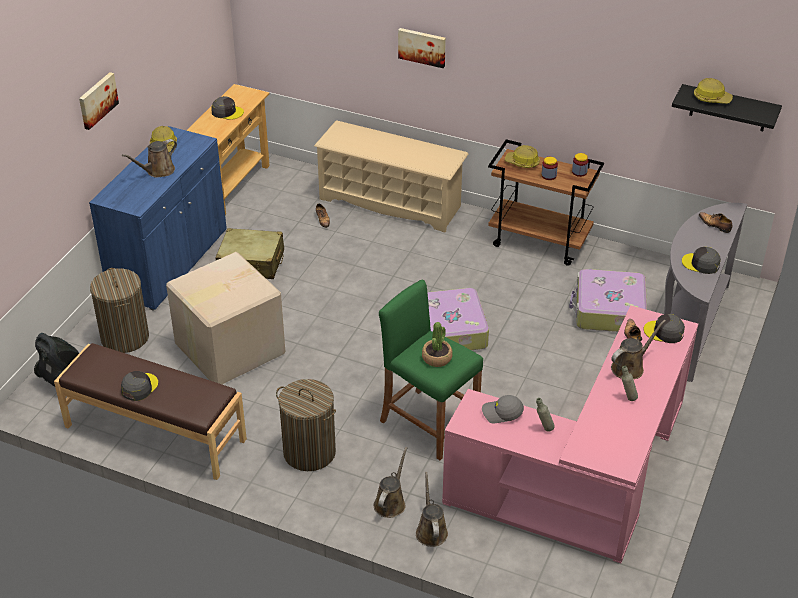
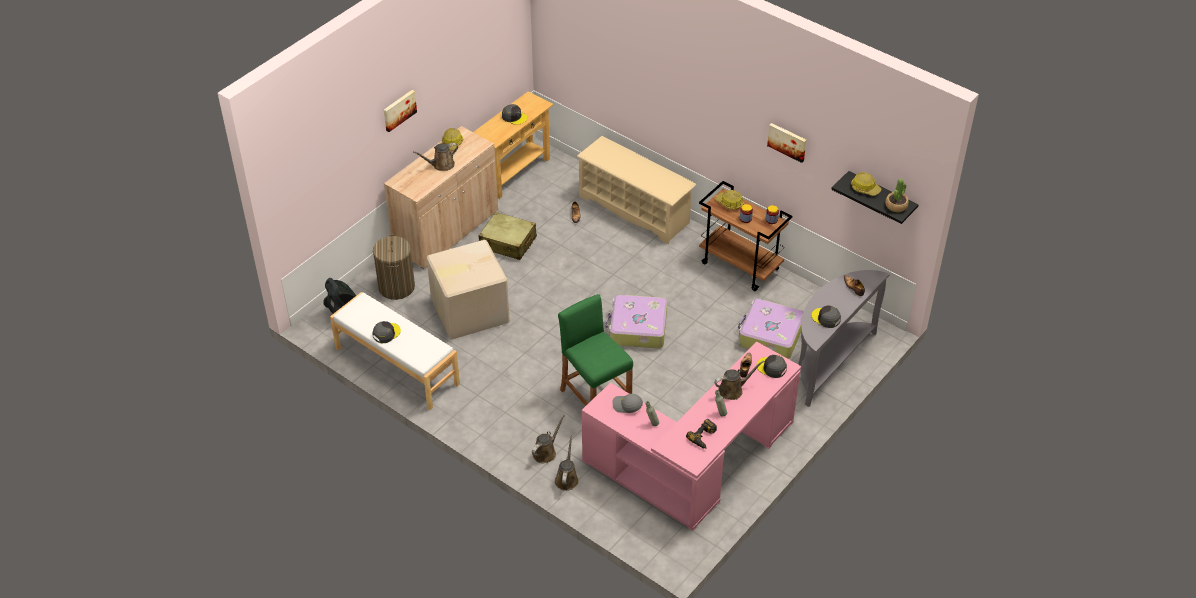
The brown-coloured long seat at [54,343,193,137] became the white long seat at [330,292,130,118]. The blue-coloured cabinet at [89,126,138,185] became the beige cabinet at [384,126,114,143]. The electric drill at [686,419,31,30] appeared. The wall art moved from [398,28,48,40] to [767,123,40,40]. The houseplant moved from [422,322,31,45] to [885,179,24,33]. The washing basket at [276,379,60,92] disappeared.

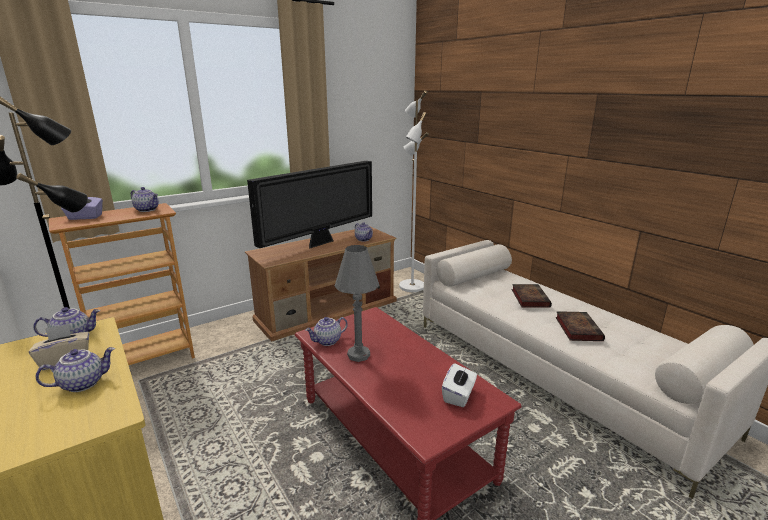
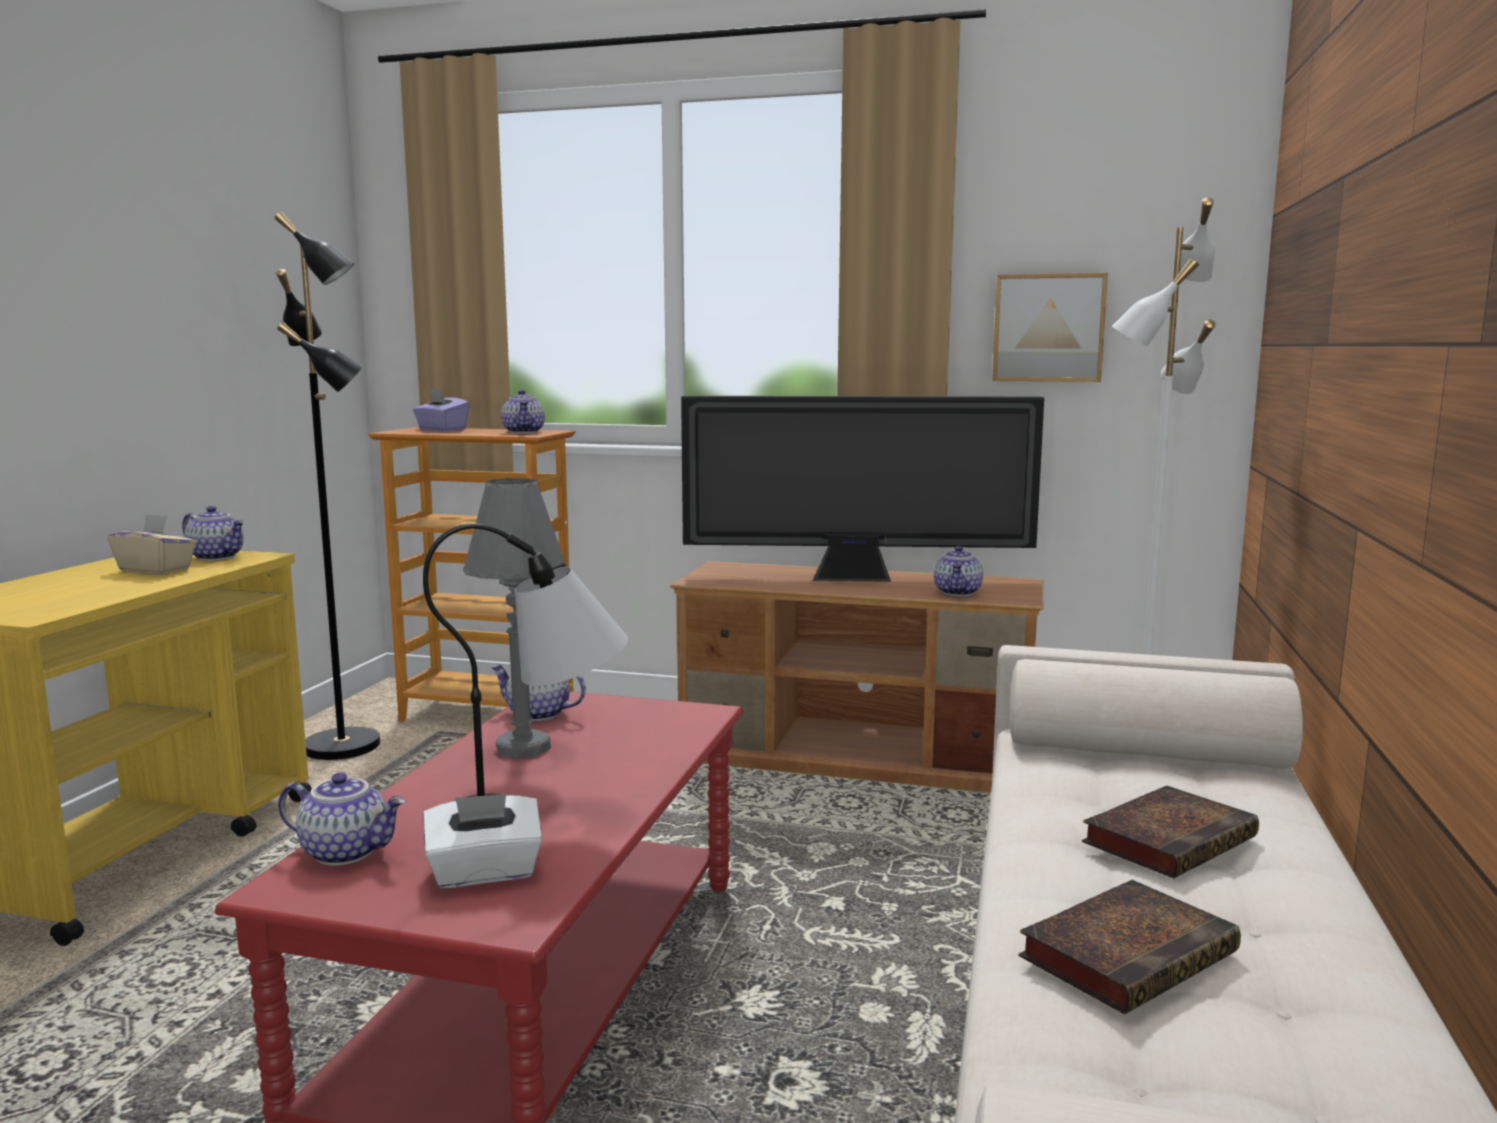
The tea pot moved from [36,347,79,45] to [278,772,128,94]. The table lamp at [423,523,205,278] appeared. The wall art at [992,273,116,109] appeared.

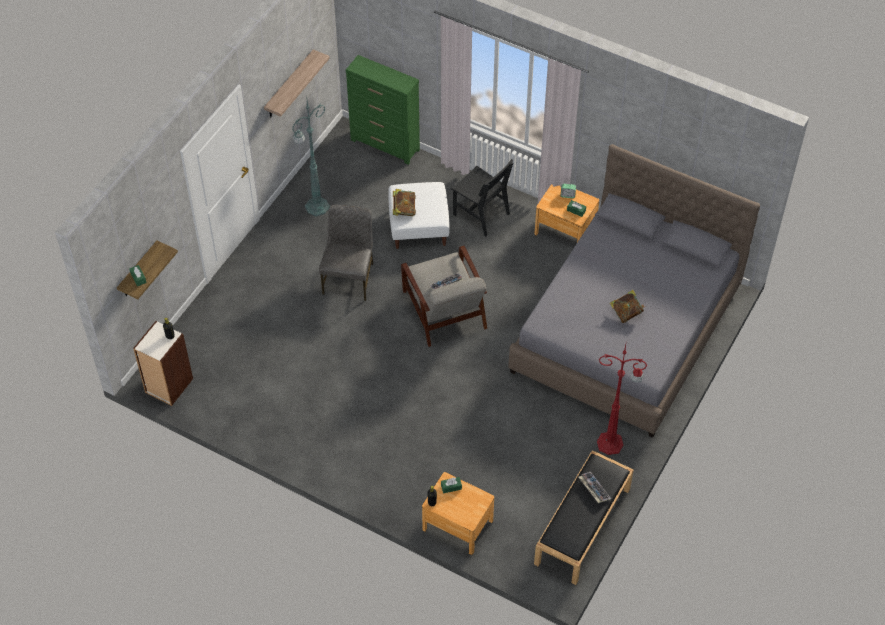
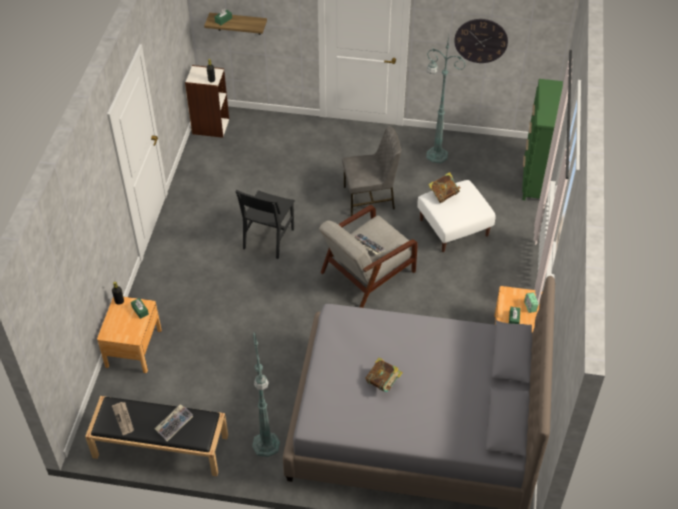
The newspaper at [112,402,22,33] appeared. The black-coloured upright chair moved from [451,159,62,77] to [235,190,60,69]. The reddish floor lamp at [597,345,50,110] became the green-coloured floor lamp at [252,332,28,125]. The bracket shelf at [264,49,66,68] was replaced by the clock on the wall at [454,19,54,44].

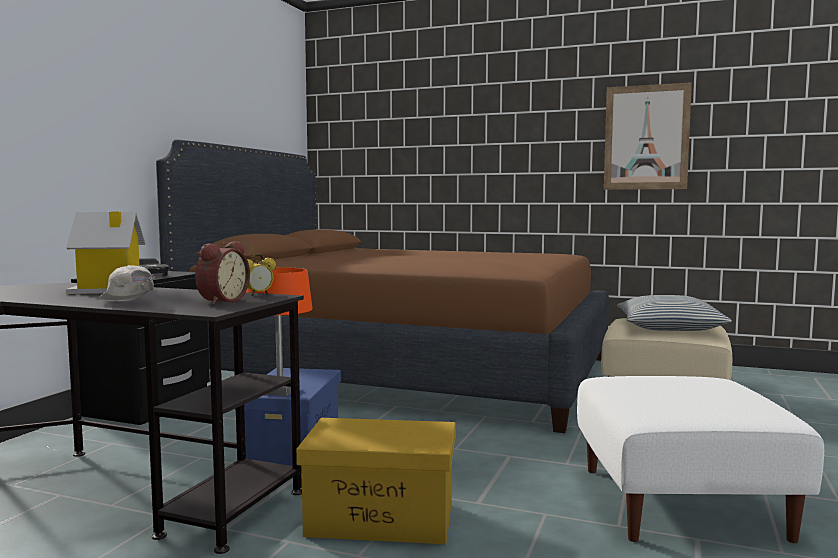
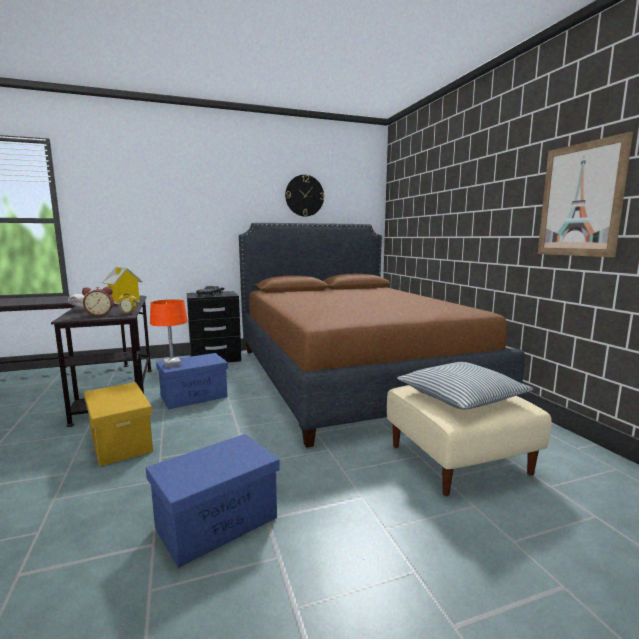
The white footrest at [577,376,247,167] was replaced by the blue-coloured storage container at [146,434,134,134]. The clock on the wall at [285,175,39,42] appeared.

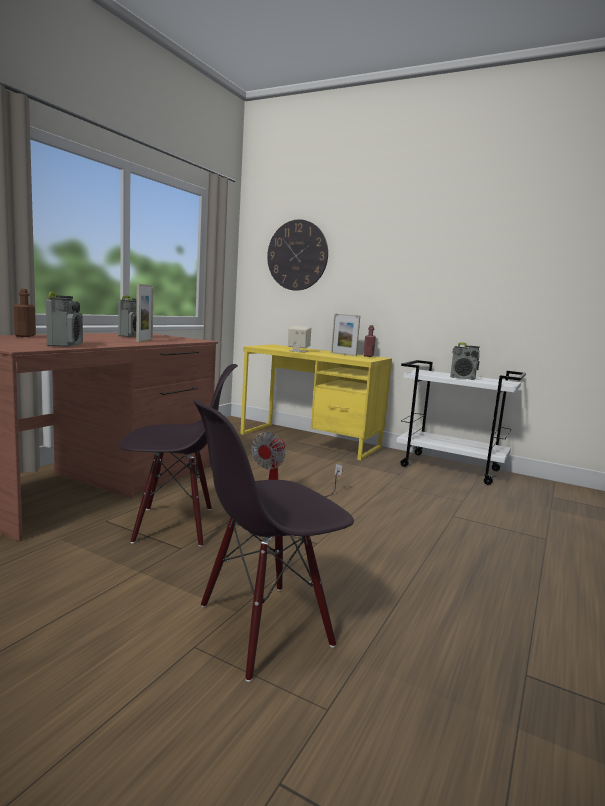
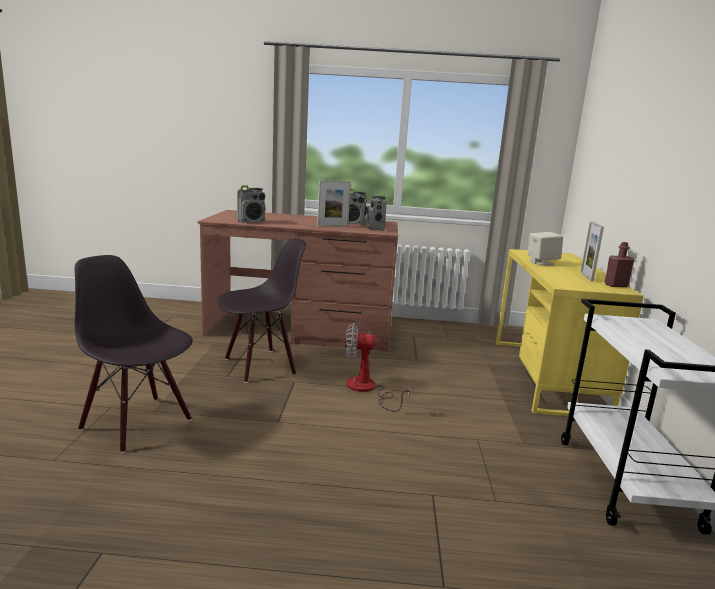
The black-coloured upright chair at [119,364,119,183] turned 90 degrees counterclockwise. The radio moved from [450,342,30,38] to [366,193,21,38]. The brown-coloured drink bottle at [14,289,22,48] disappeared. The clock on the wall at [267,219,61,72] disappeared.

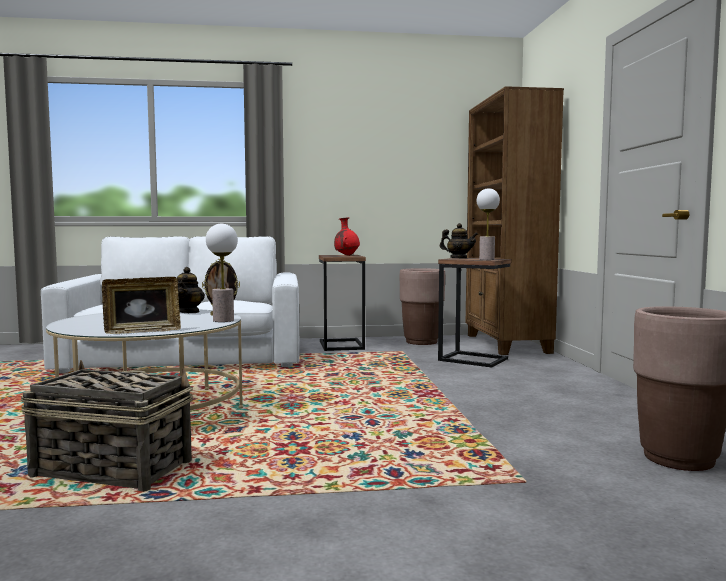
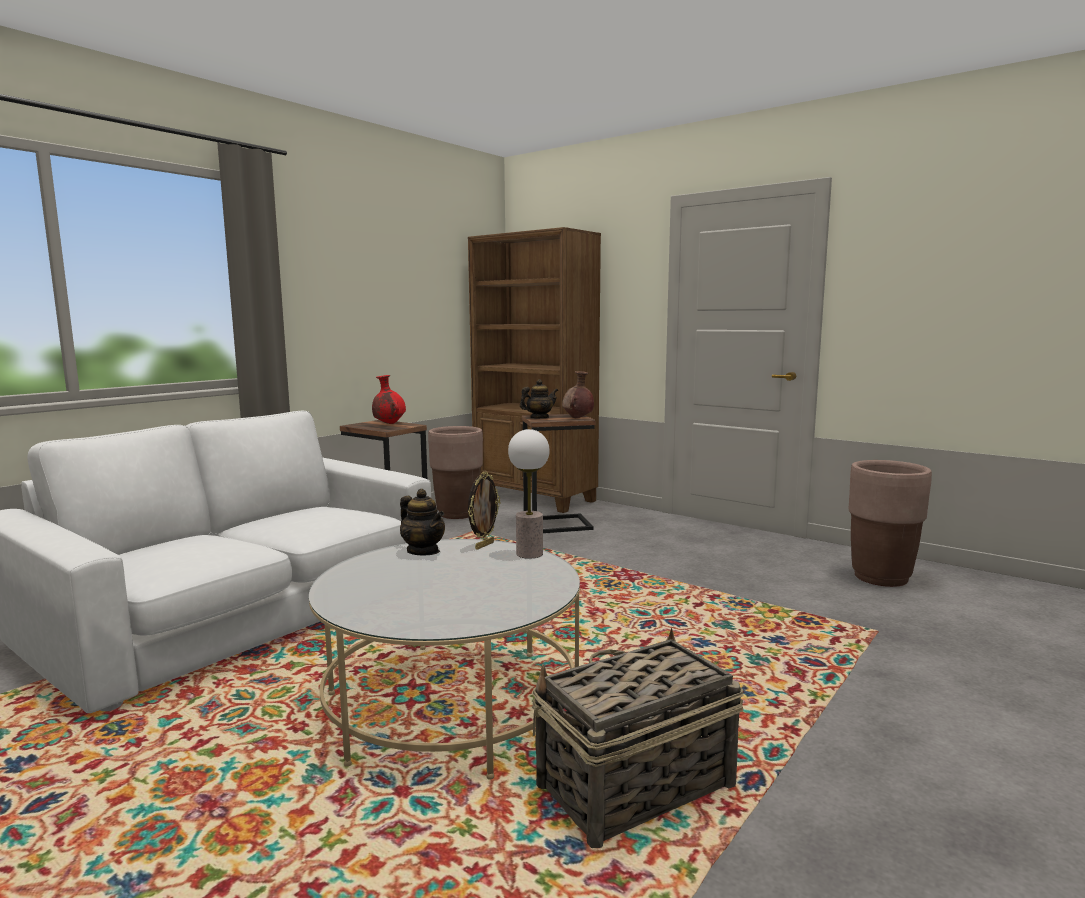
The table lamp at [477,188,23,72] was replaced by the brown-coloured flower vase at [562,371,32,47]. The photo frame at [102,277,79,57] disappeared.

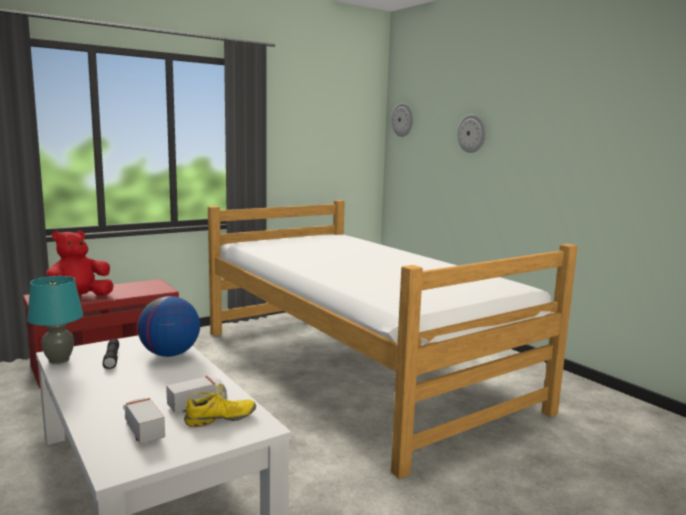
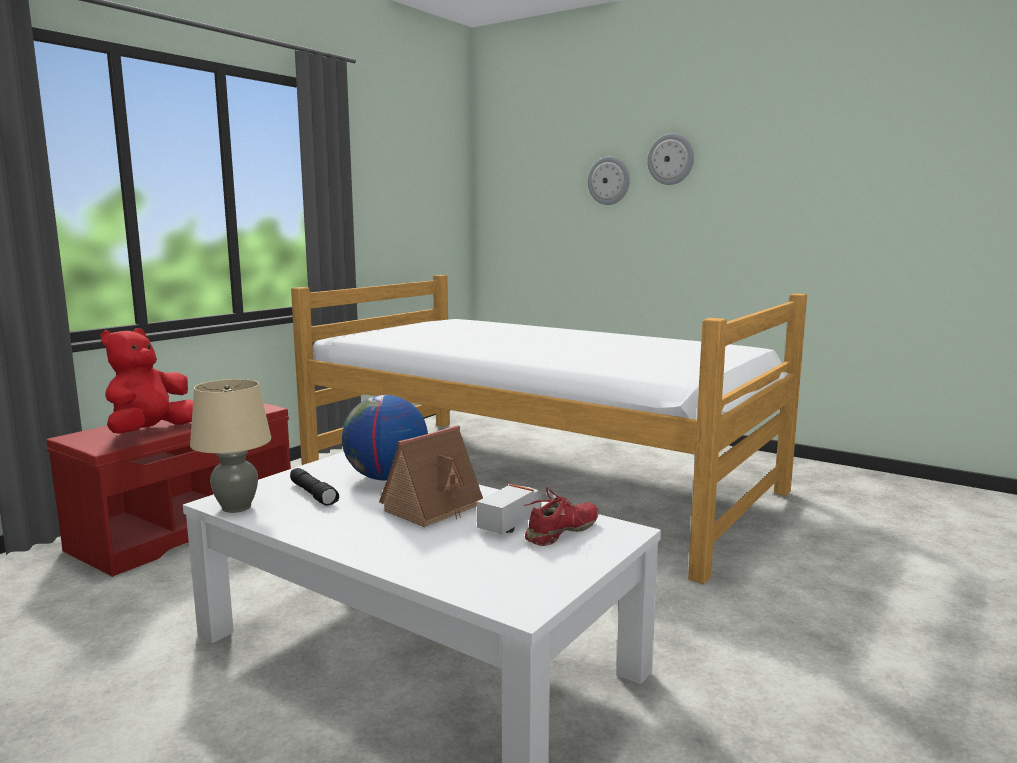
The turquoise table lamp at [27,276,56,88] became the beige table lamp at [190,379,81,134]. The miniature house at [379,425,104,102] appeared. The yellowish low shoe at [184,384,72,43] became the reddish low shoe at [524,487,75,59]. The clock on the wall moved from [391,103,22,34] to [647,133,47,52]. The model truck at [123,398,42,46] disappeared.

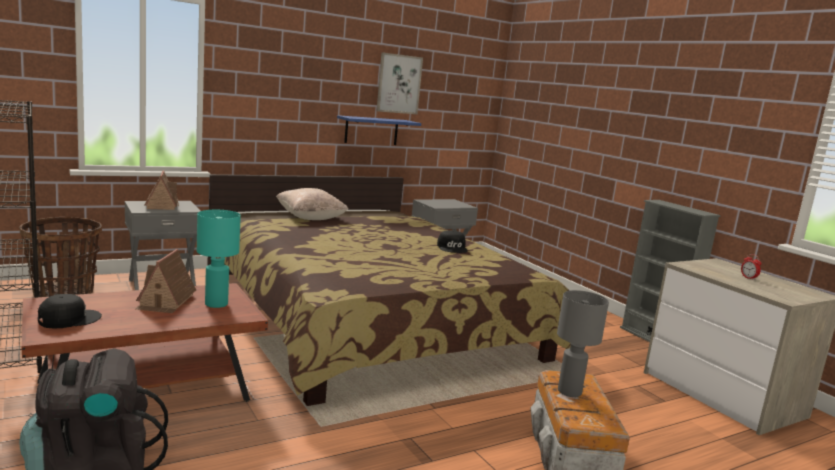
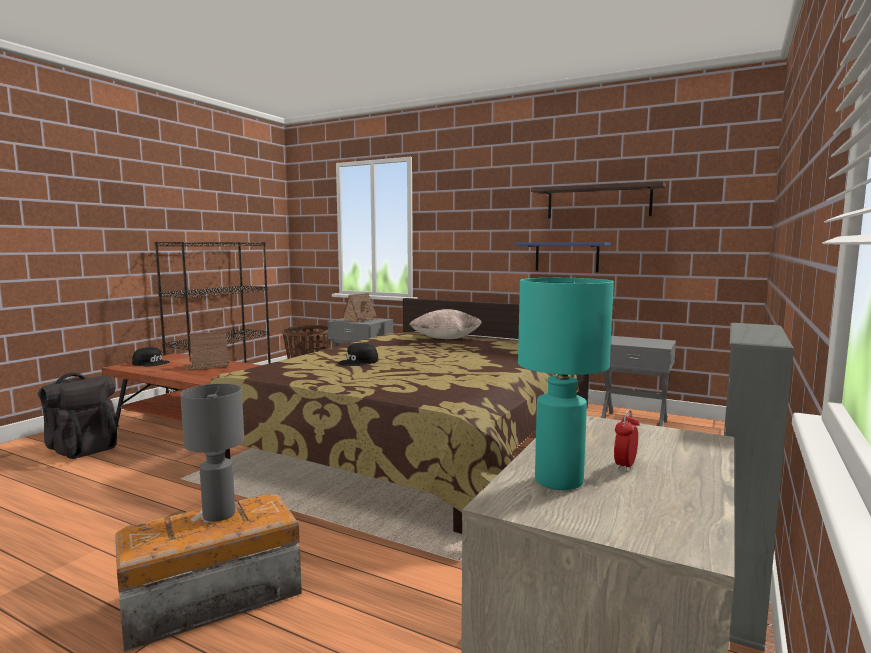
The black-coloured cap moved from [437,230,31,23] to [338,343,40,23]. The turquoise table lamp moved from [197,210,44,98] to [518,278,96,212]. The wall art at [377,52,46,62] was replaced by the bracket shelf at [531,181,135,37].

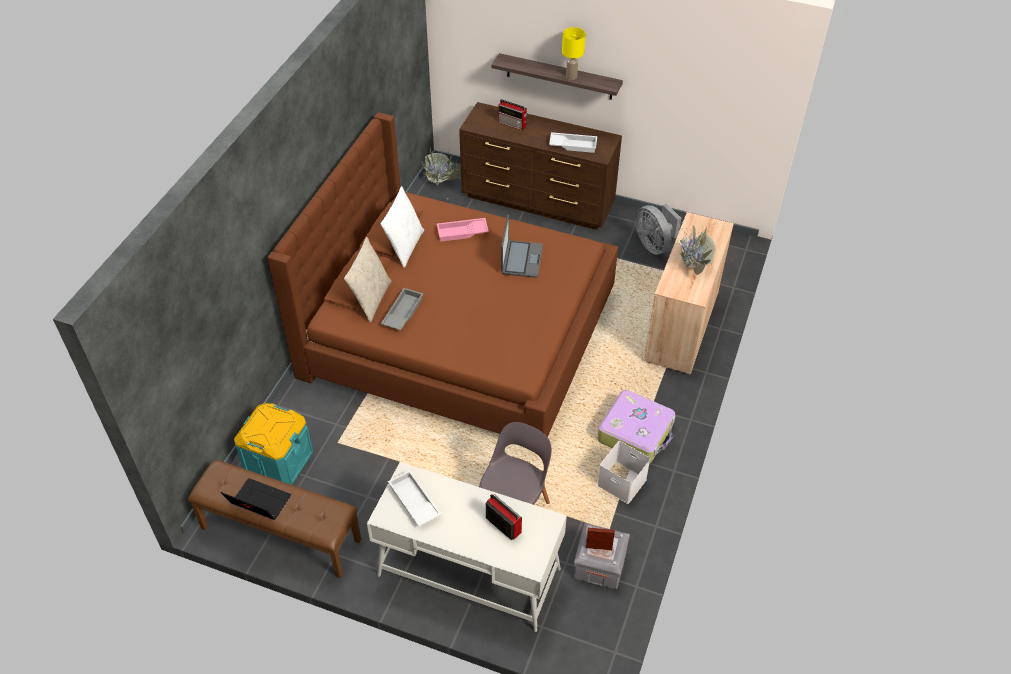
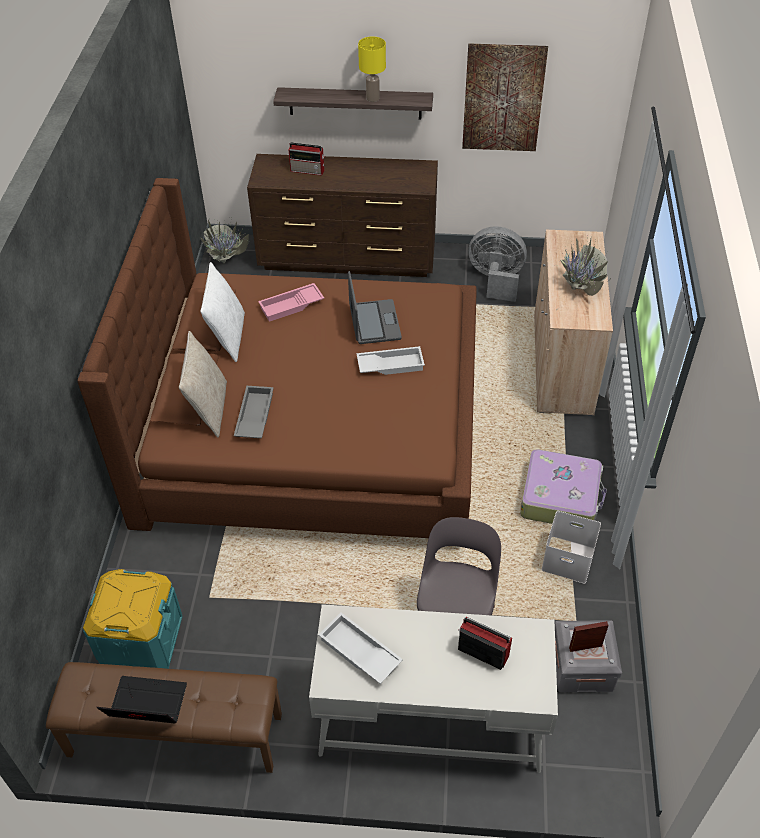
The white carrying tray moved from [549,132,48,21] to [356,346,69,29]. The wall art at [462,43,86,108] appeared. The gray cooling fan at [635,204,46,51] turned 150 degrees clockwise.

